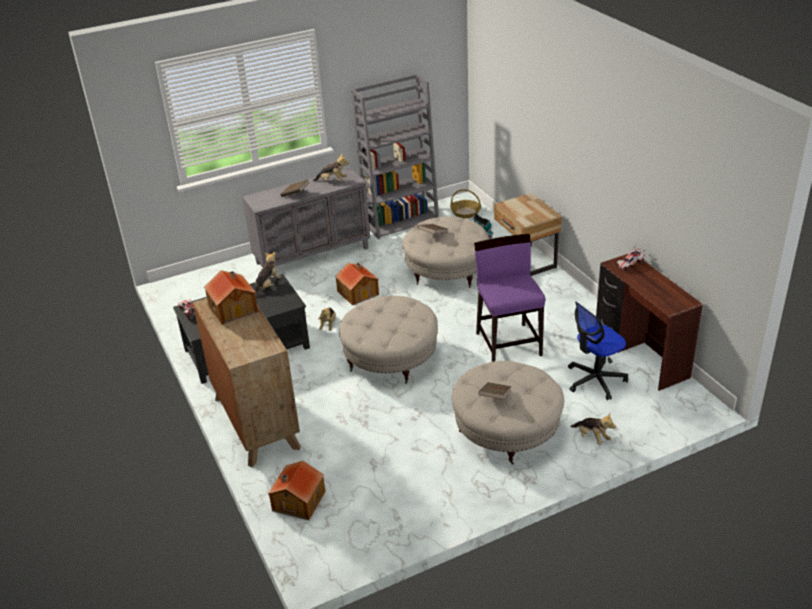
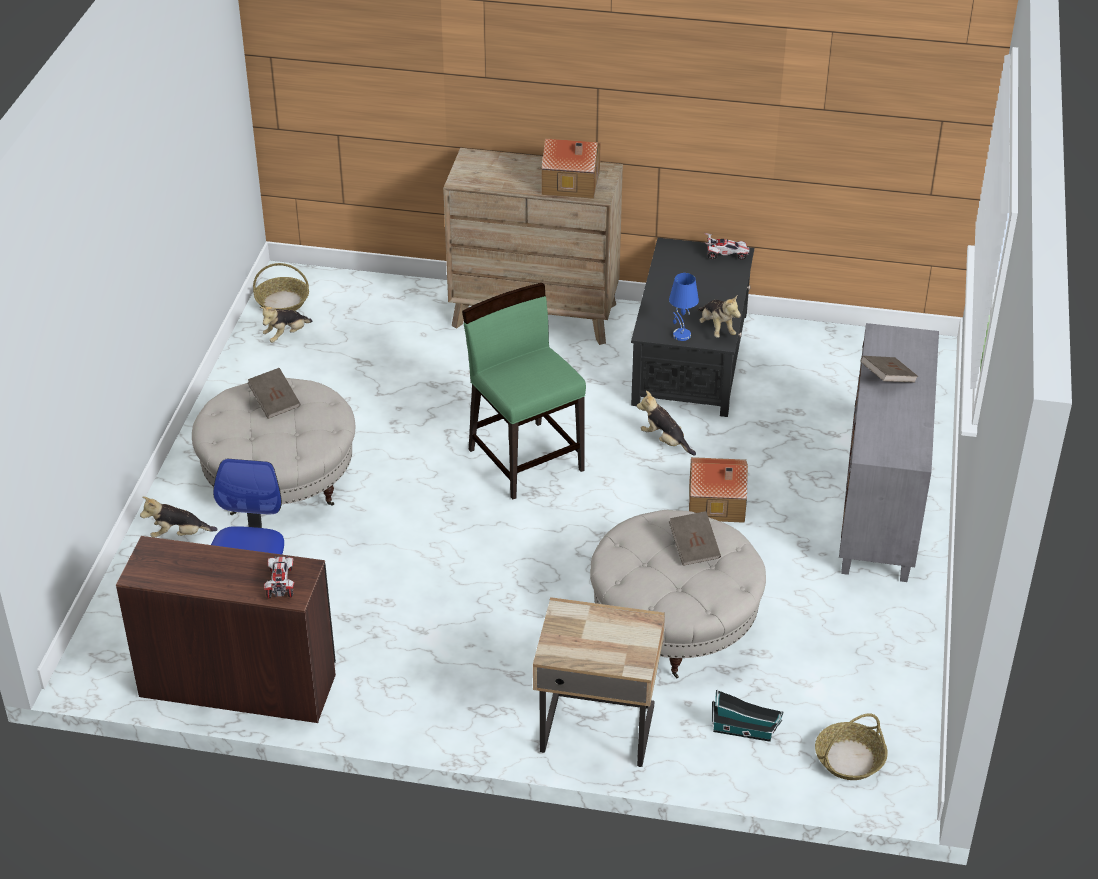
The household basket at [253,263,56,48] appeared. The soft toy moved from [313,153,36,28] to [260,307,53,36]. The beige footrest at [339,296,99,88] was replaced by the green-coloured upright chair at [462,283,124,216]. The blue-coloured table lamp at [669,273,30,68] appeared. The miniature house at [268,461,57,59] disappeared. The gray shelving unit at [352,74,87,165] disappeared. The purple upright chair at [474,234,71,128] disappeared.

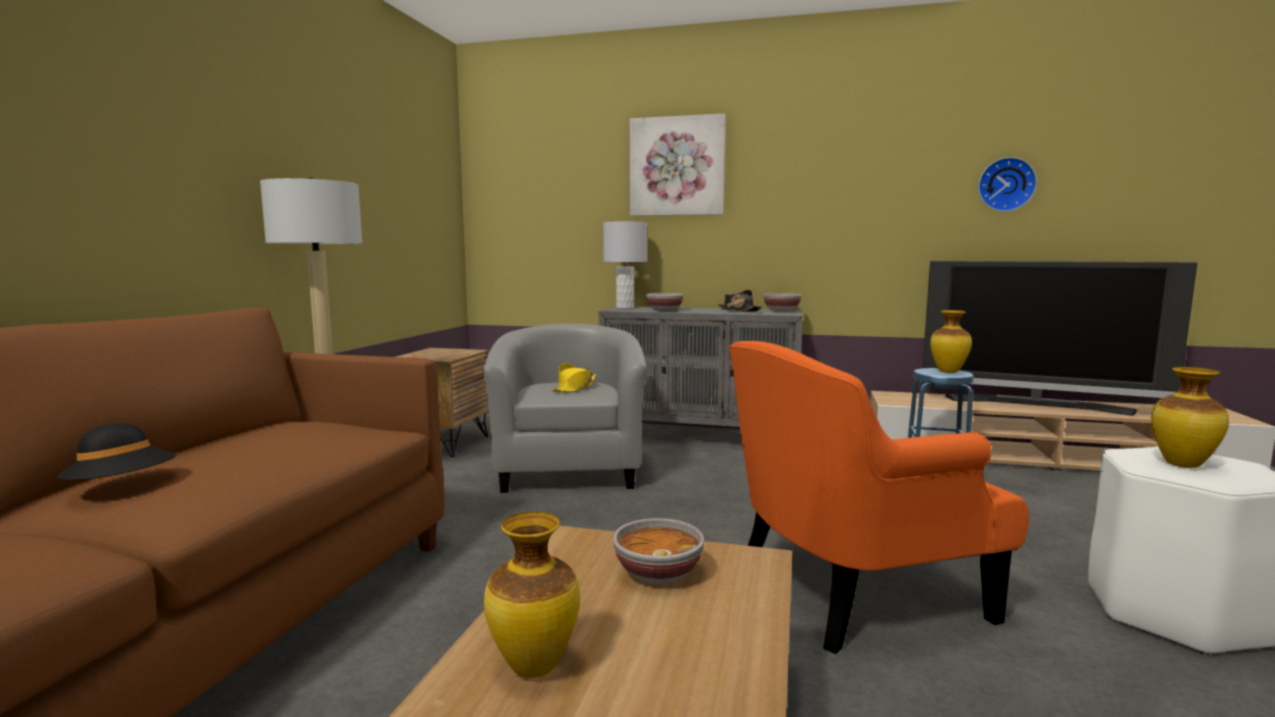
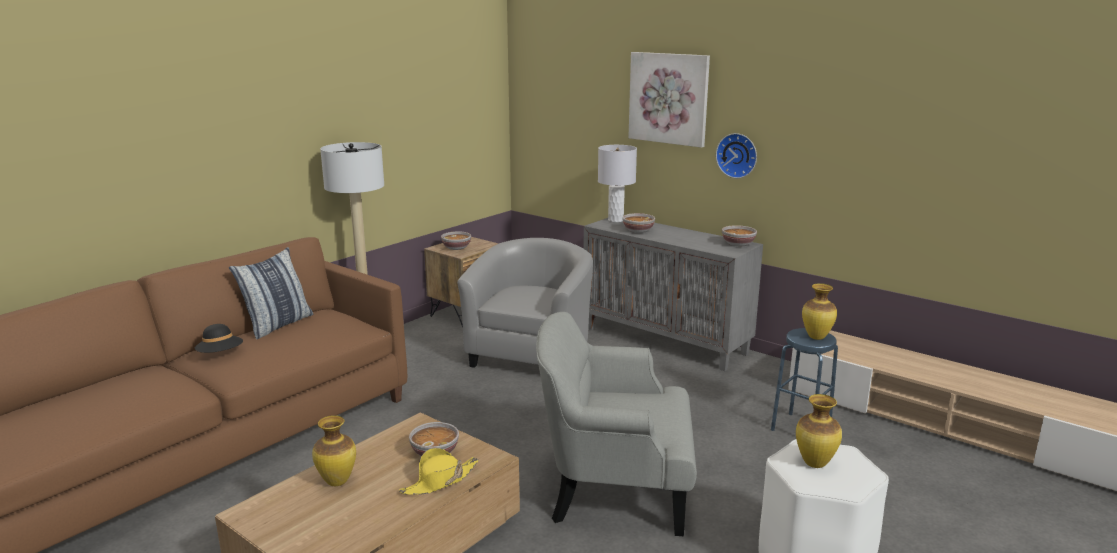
The pillow at [229,247,84,92] appeared. The yellowish wearable hat moved from [551,363,45,30] to [399,448,79,47]. The deep dish at [441,231,30,19] appeared. The orange-coloured lounge chair at [729,341,300,313] became the gray lounge chair at [536,312,161,224]. The clock on the wall moved from [978,157,59,55] to [716,133,41,45]. The black-coloured wearable hat at [718,290,44,22] disappeared. The TV set at [923,261,274,155] disappeared.

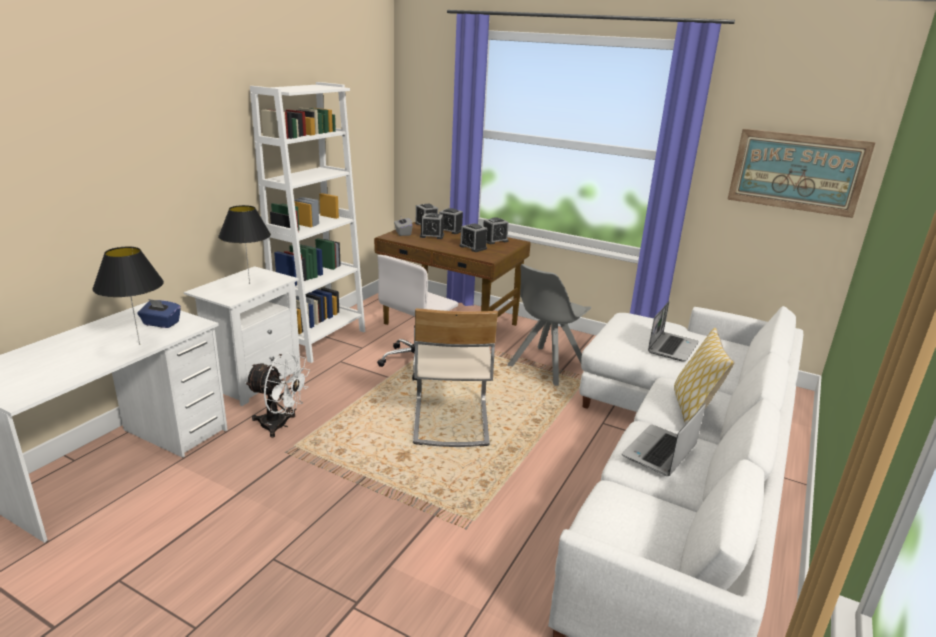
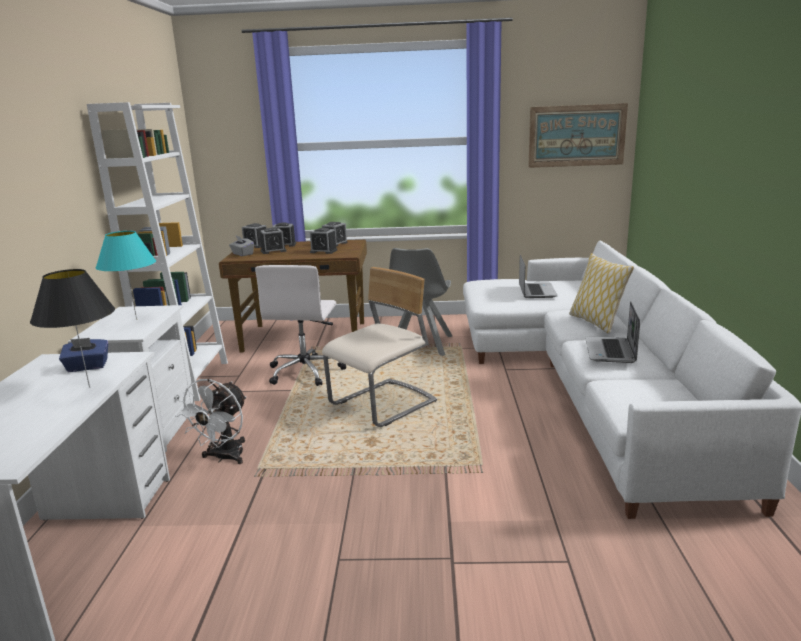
The black-coloured table lamp at [218,205,53,79] became the turquoise table lamp at [96,231,60,89]. The white cooling fan at [245,352,65,86] turned 120 degrees clockwise. The beige upright chair at [413,308,85,139] turned 105 degrees counterclockwise.

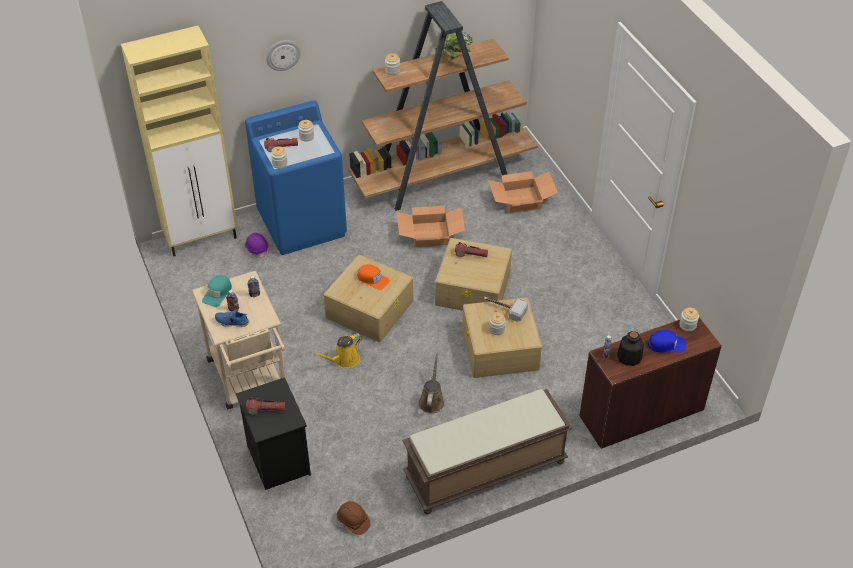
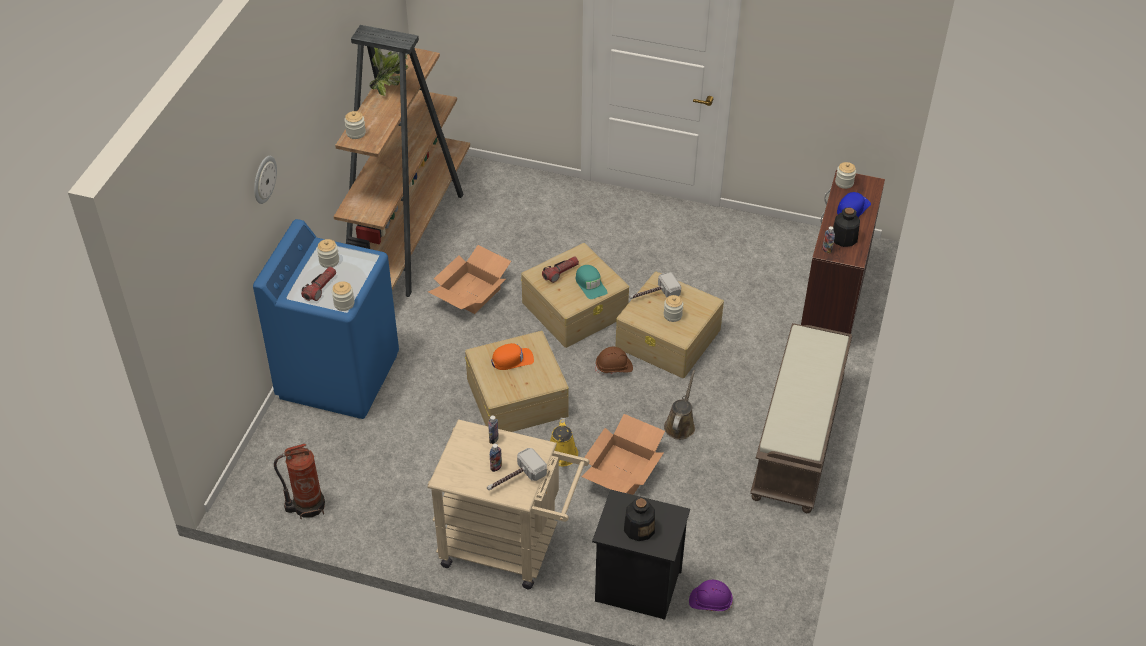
The fire-fighting cylinder at [274,444,51,75] appeared. The blue-coloured low shoe at [215,310,34,17] was replaced by the tool hammer at [487,448,60,42]. The turquoise cap moved from [202,275,30,32] to [576,265,31,34]. The cardboard box moved from [488,171,70,42] to [581,414,84,81]. The brown-coloured safety helmet moved from [337,501,34,34] to [596,347,37,27]. The hand torch at [246,397,40,18] was replaced by the drink bottle at [624,497,31,44]. The brown-coloured sprinkling can at [419,354,26,60] turned 60 degrees clockwise. The purple safety helmet moved from [245,233,23,25] to [689,580,44,31]. The beige cabinet at [121,26,117,230] disappeared.

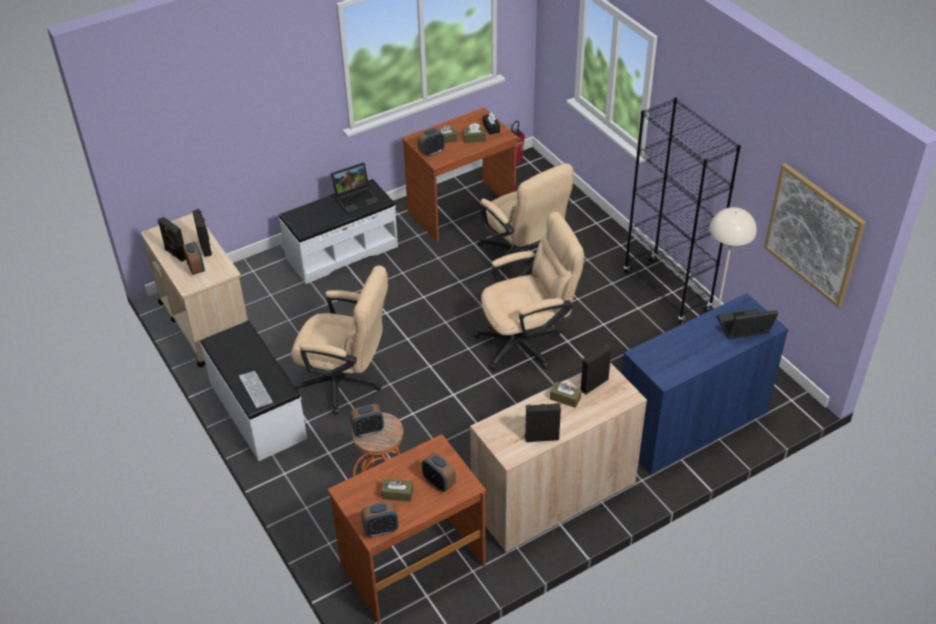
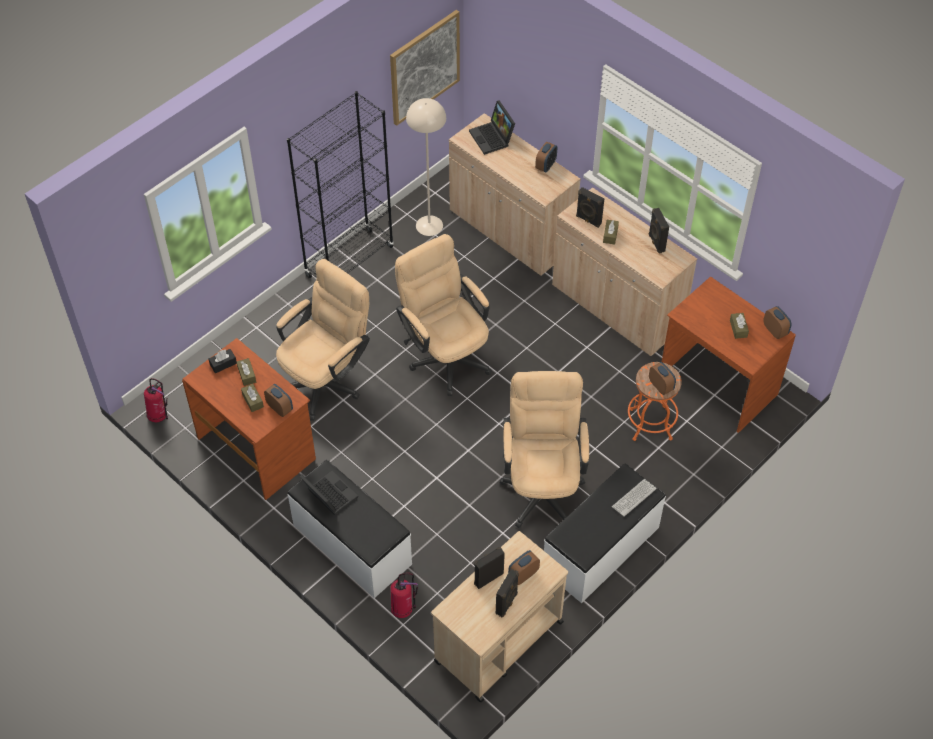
The fire-fighting cylinder at [390,573,28,45] appeared. The blue-coloured cabinet at [622,293,166,182] became the beige cabinet at [449,113,132,163]. The alarm clock moved from [422,452,34,40] to [535,142,22,30].

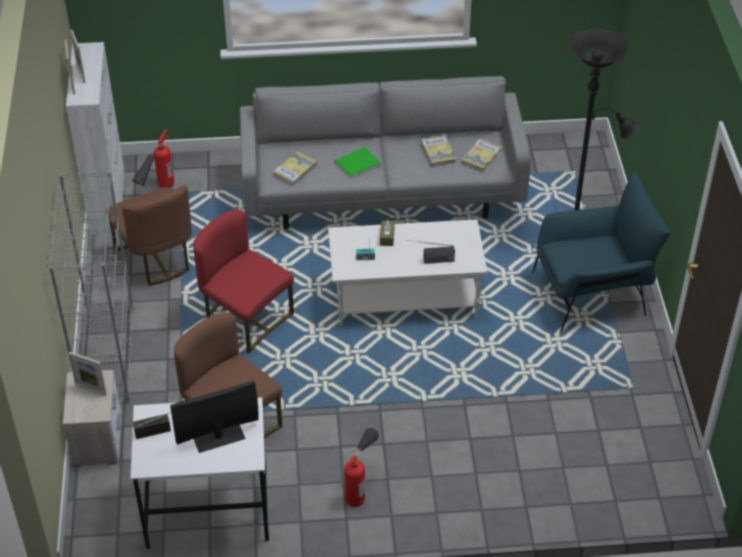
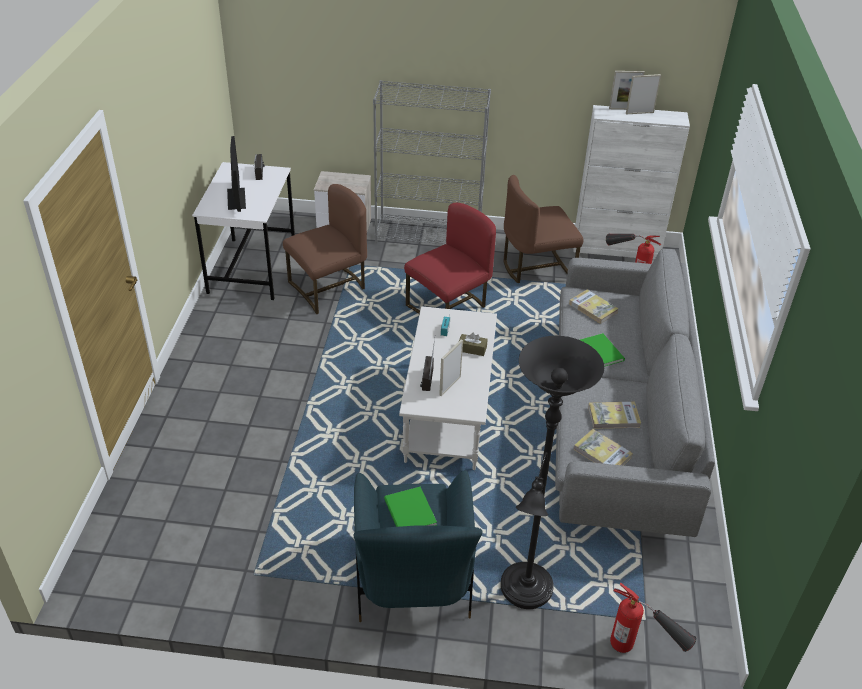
The green-coloured book at [384,487,53,40] appeared. The photo frame moved from [68,352,39,44] to [439,339,24,57]. The fire-fighting cylinder moved from [344,428,35,79] to [610,583,87,70].

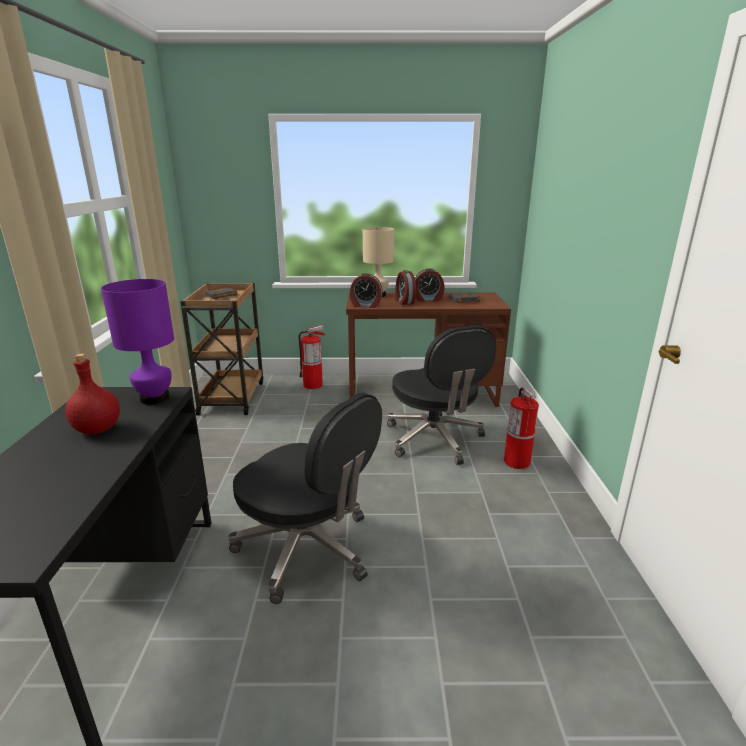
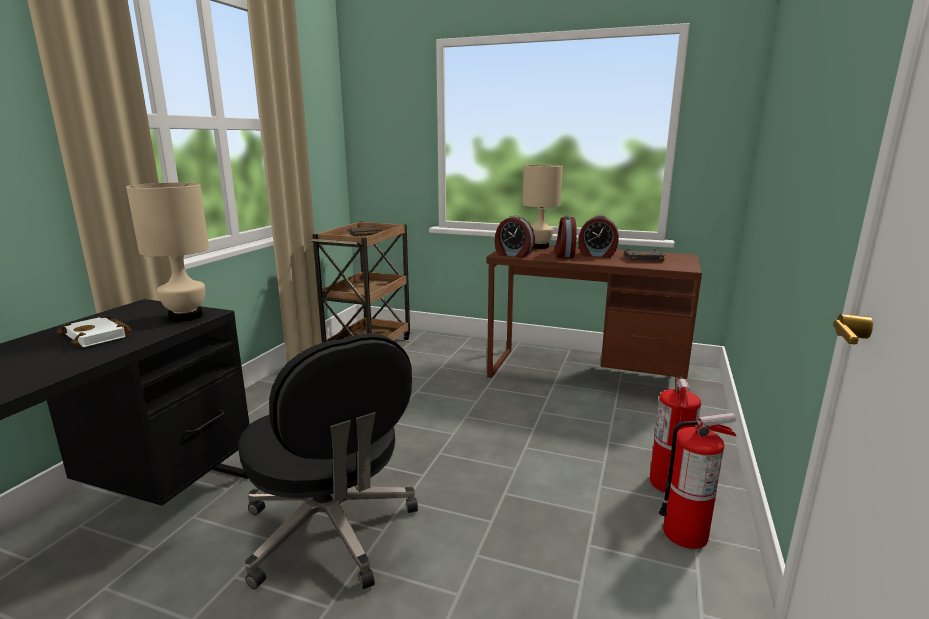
The reddish drink bottle at [65,353,55,81] was replaced by the white book at [57,315,75,33]. The purple table lamp at [101,279,73,126] became the beige table lamp at [126,183,83,139]. The fire-fighting cylinder moved from [298,325,28,64] to [658,413,79,136]. The black-coloured computer chair at [387,326,109,139] disappeared.

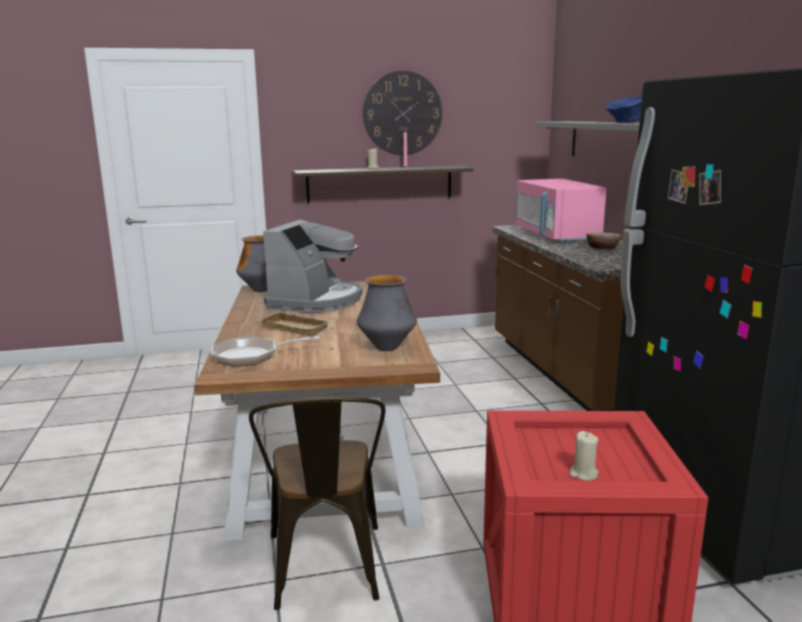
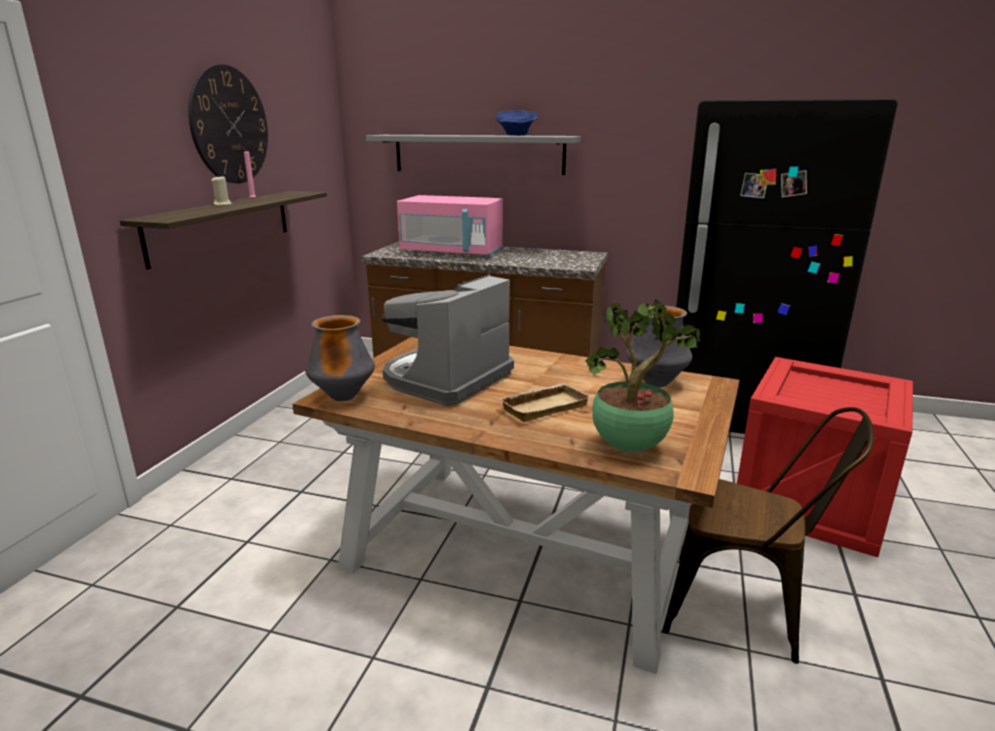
The coffee machine at [263,220,99,93] turned 105 degrees counterclockwise. The pan at [211,336,108,30] was replaced by the houseplant at [585,300,115,152]. The beige wax candle at [569,431,30,50] disappeared. The deep dish at [586,232,35,17] disappeared.

